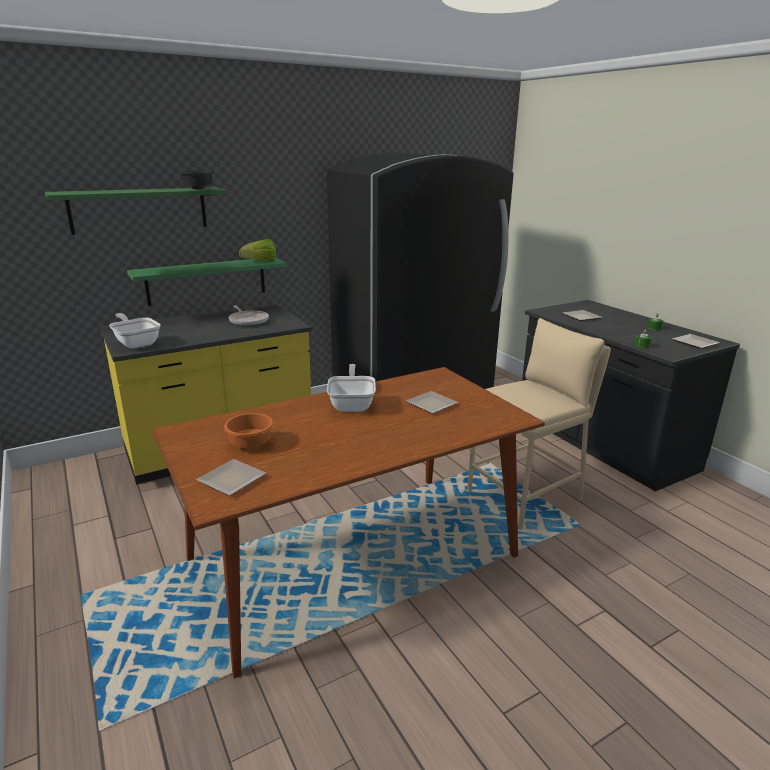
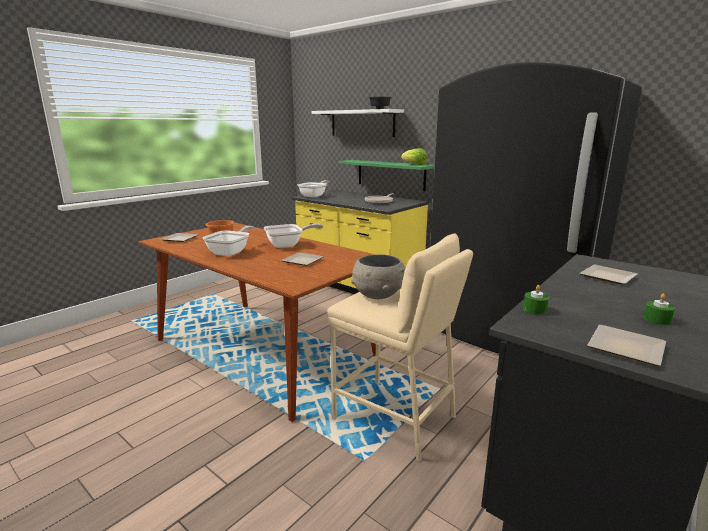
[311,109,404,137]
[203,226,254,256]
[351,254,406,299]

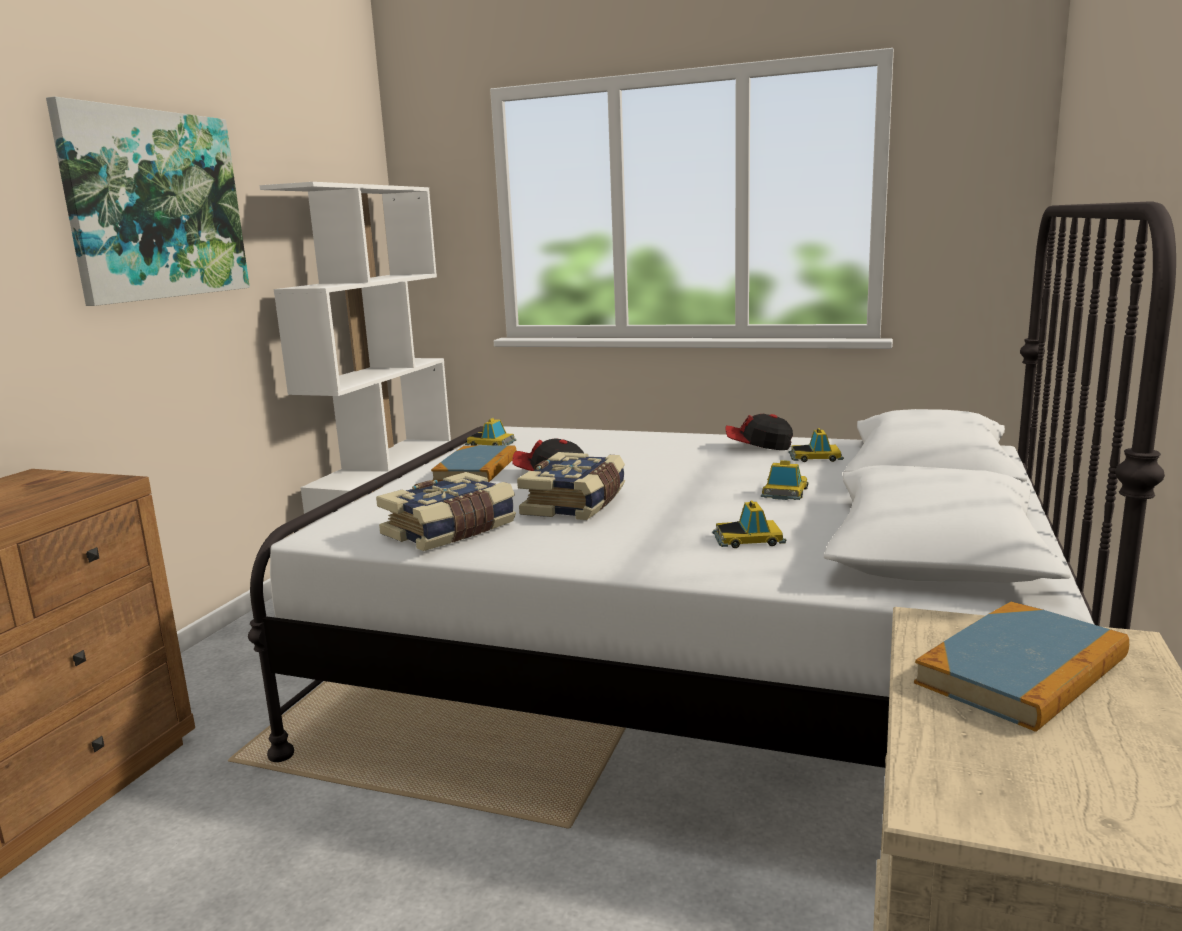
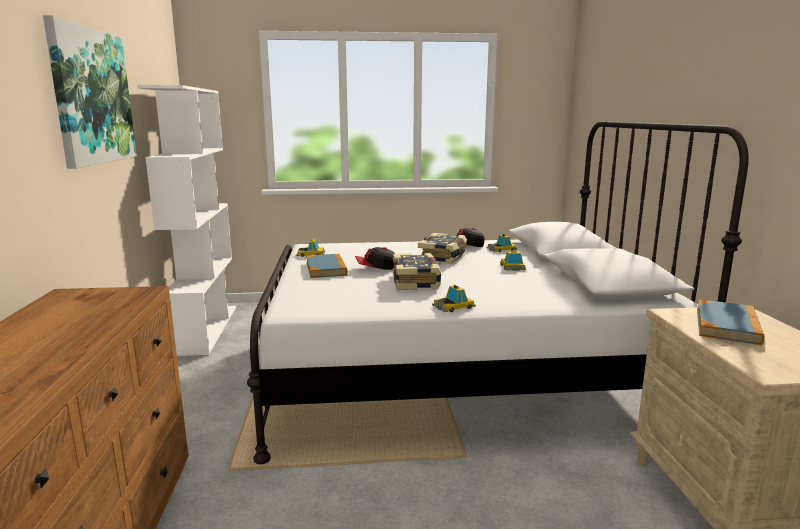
[418,233,467,264]
[432,285,476,312]

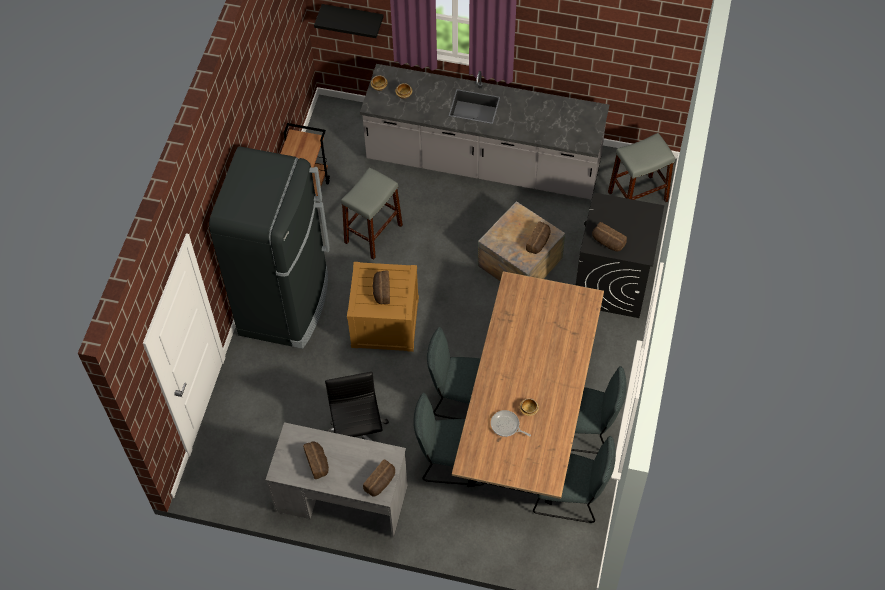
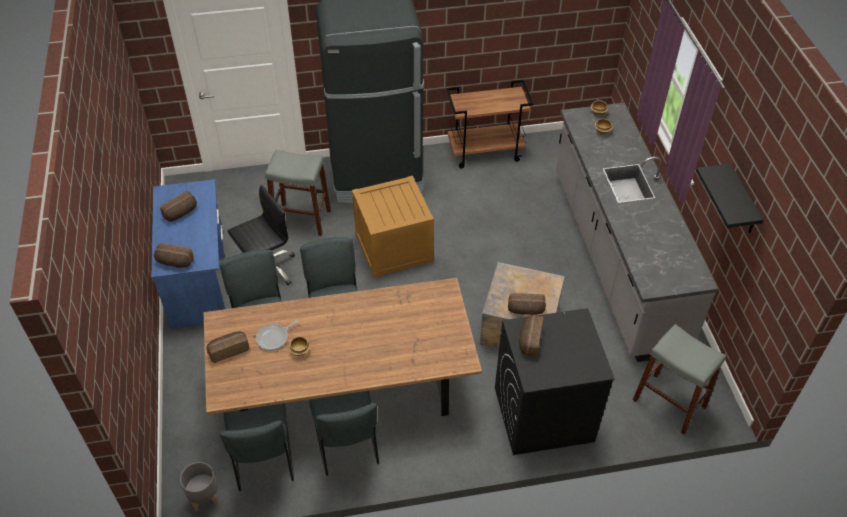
[151,179,225,329]
[696,164,764,233]
[265,150,331,236]
[207,331,249,363]
[256,320,299,351]
[180,462,219,512]

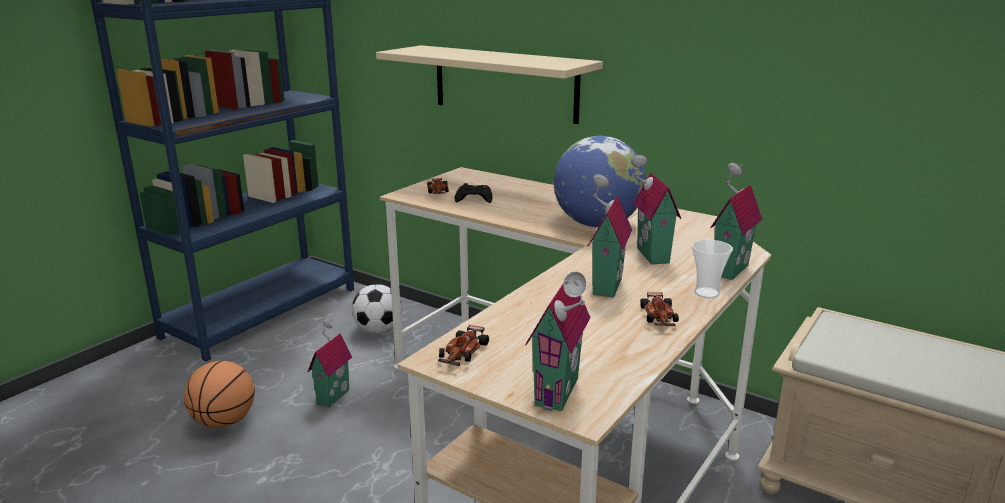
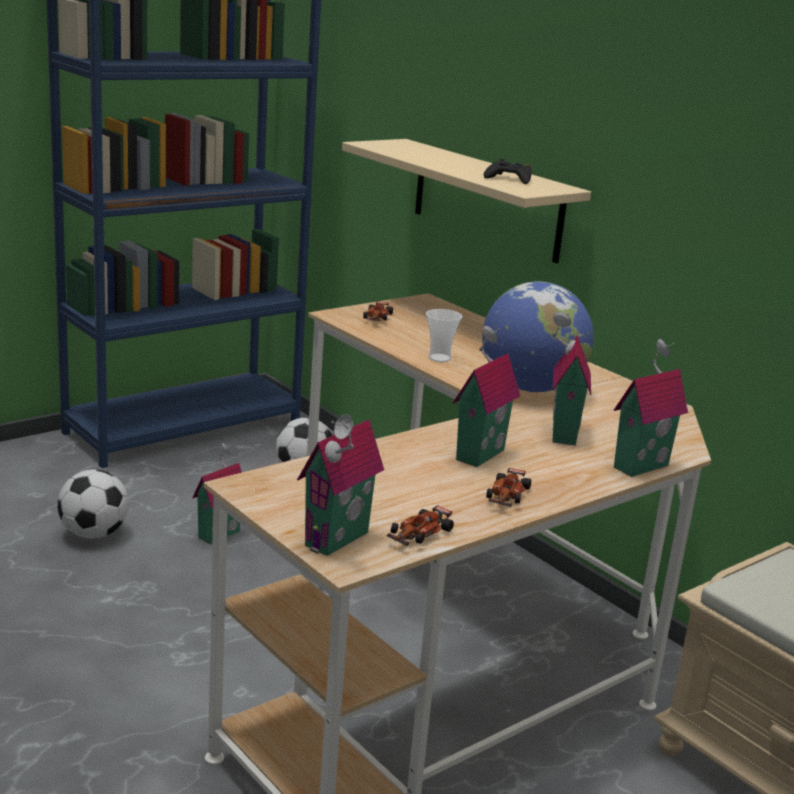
[57,469,129,539]
[386,505,454,546]
[483,159,532,184]
[426,309,462,362]

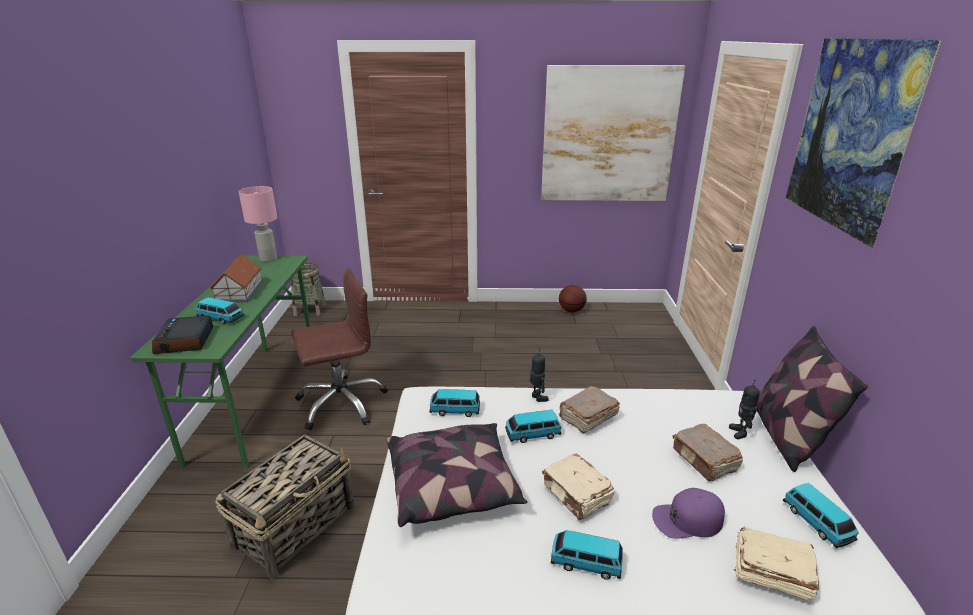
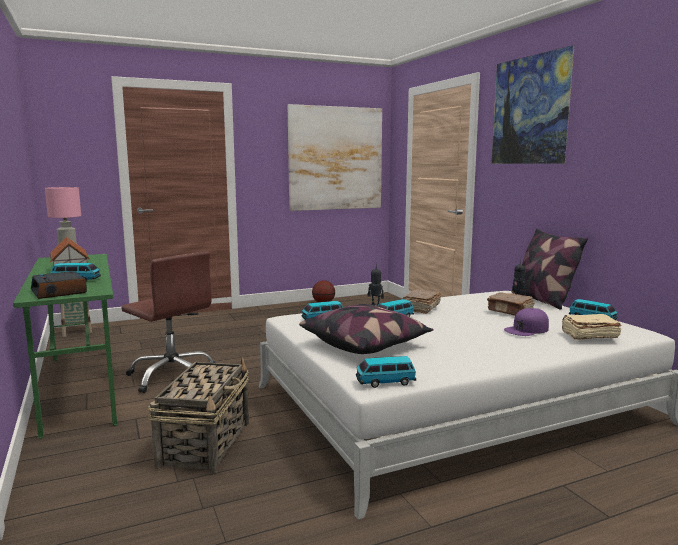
[121,251,216,393]
[542,454,614,520] (first image)
[356,356,416,388]

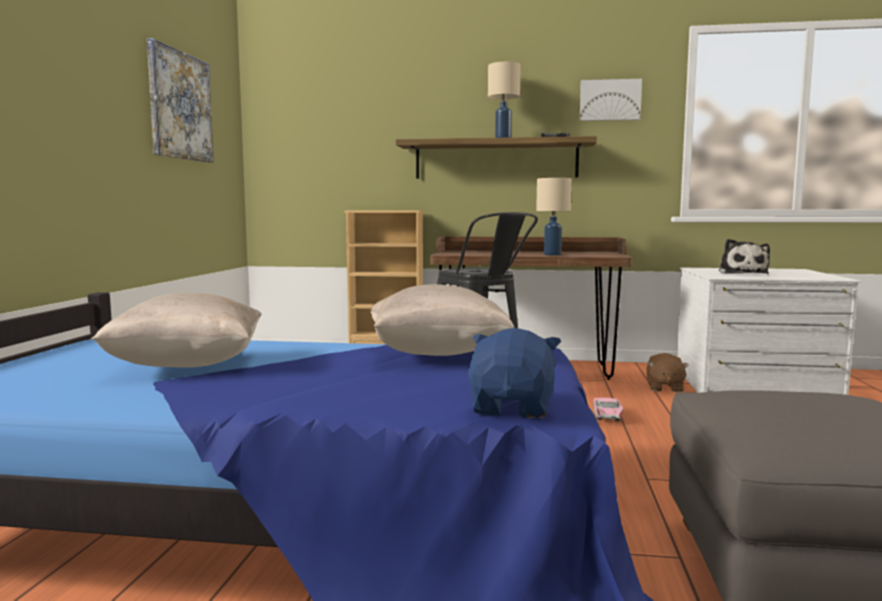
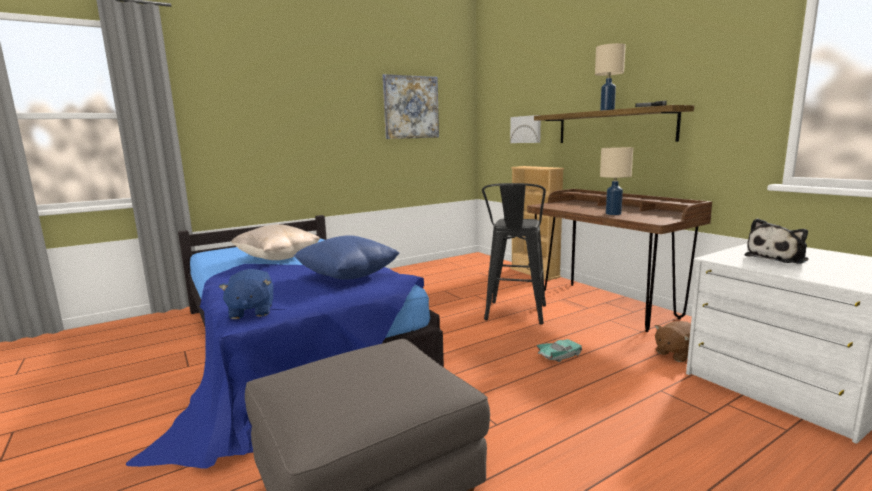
[293,235,399,279]
[219,269,273,319]
[510,115,541,143]
[536,339,582,362]

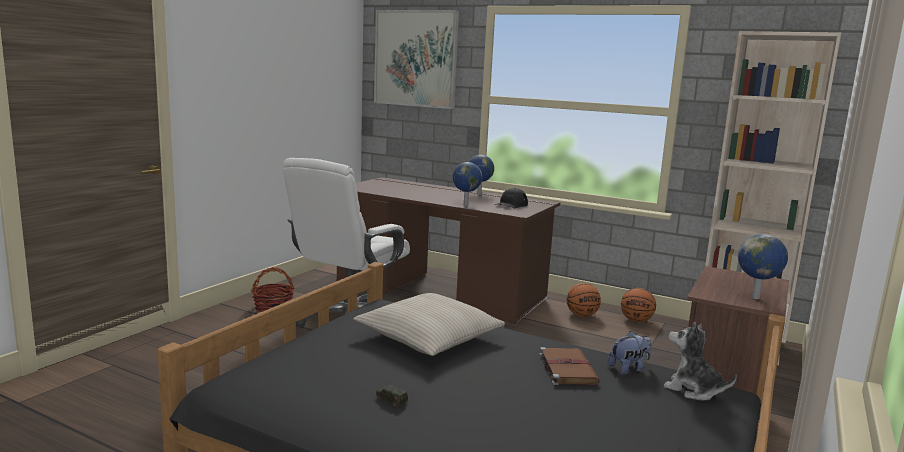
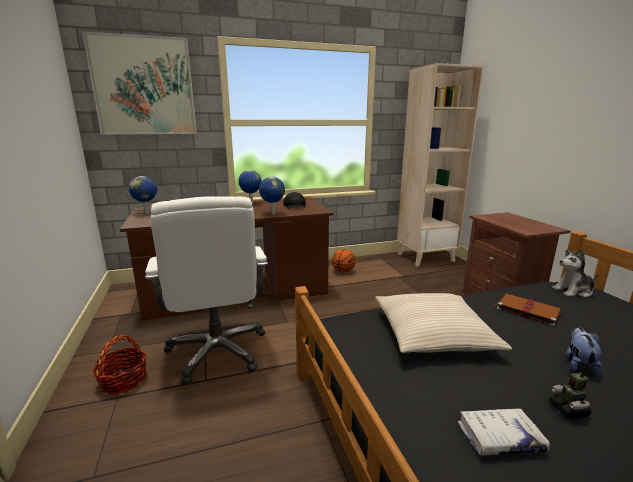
[549,367,592,419]
[566,328,602,376]
[621,288,656,322] (first image)
[129,176,157,214]
[458,408,550,456]

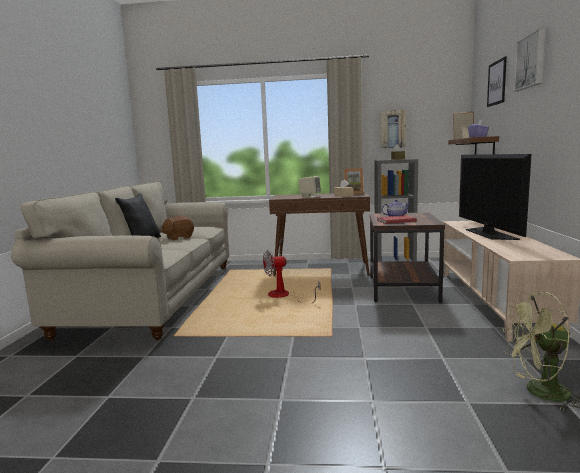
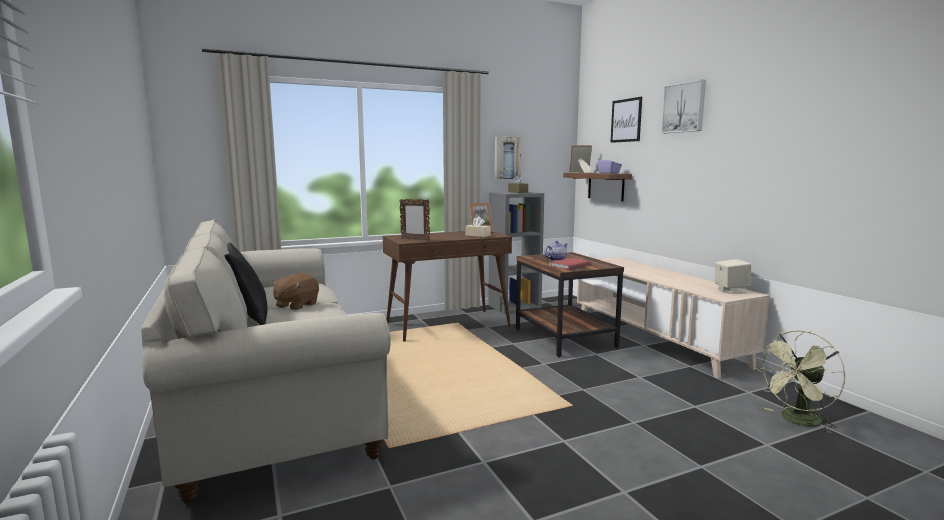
[263,250,321,303] (first image)
[715,259,751,293]
[459,154,532,240] (first image)
[399,199,430,241]

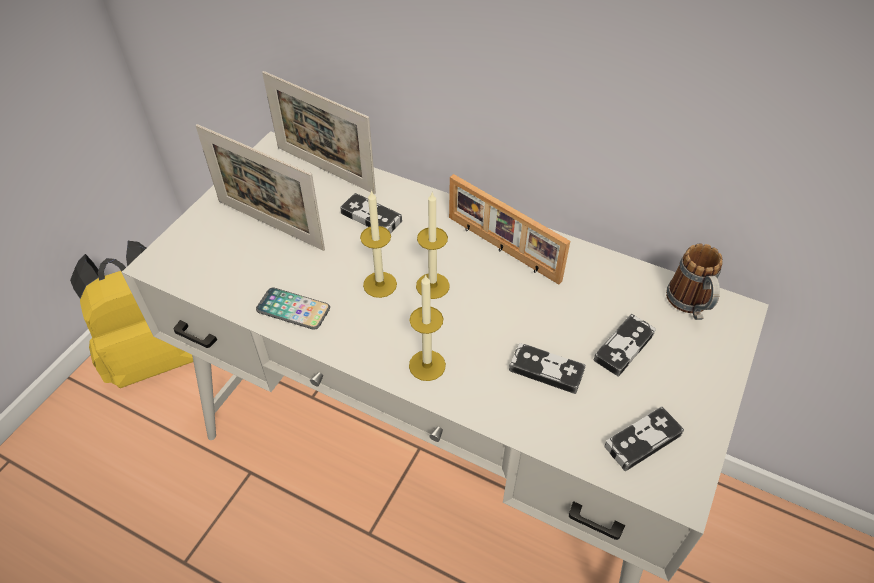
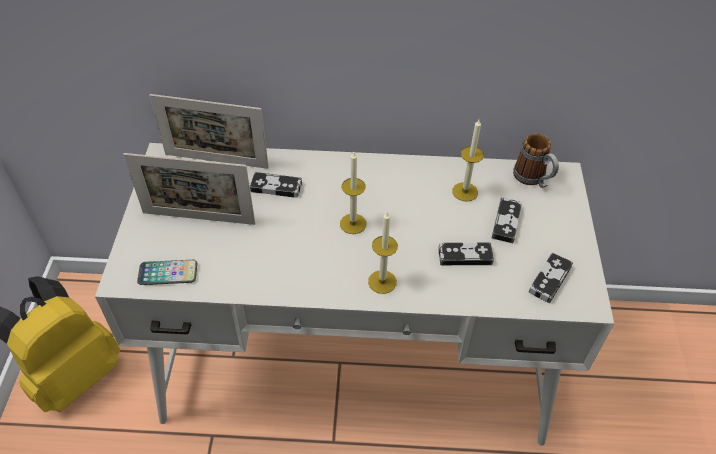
[137,260,197,285]
[452,120,484,202]
[449,174,570,284] (first image)

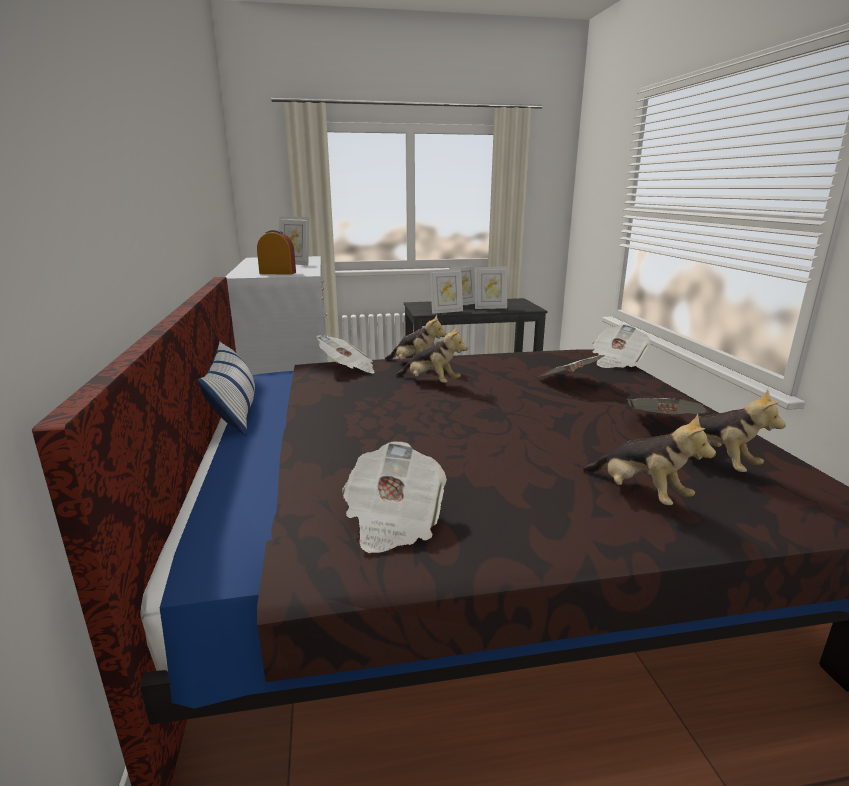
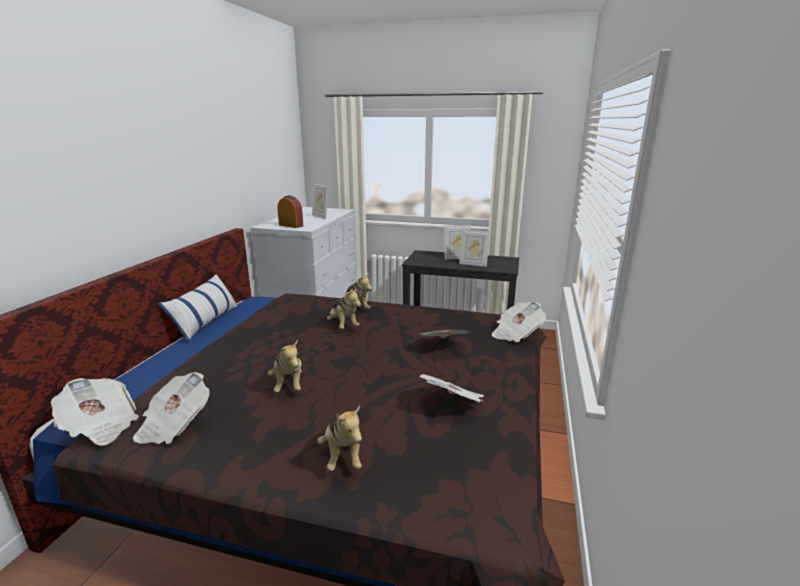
[50,378,139,446]
[430,268,463,314] (first image)
[268,340,302,392]

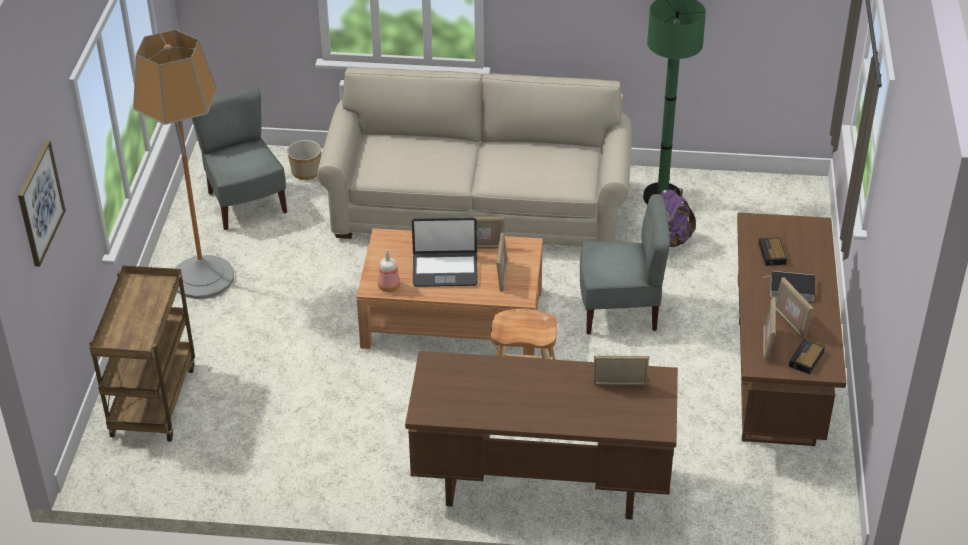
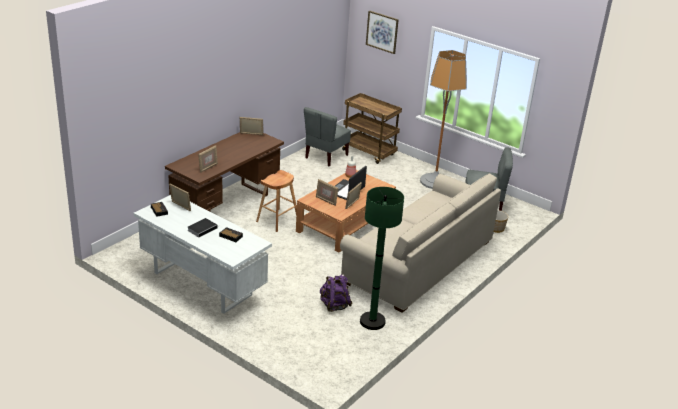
[304,107,351,166]
[134,195,272,314]
[240,117,263,135]

